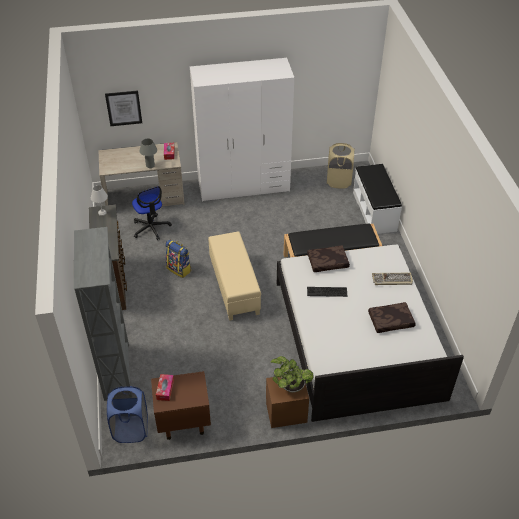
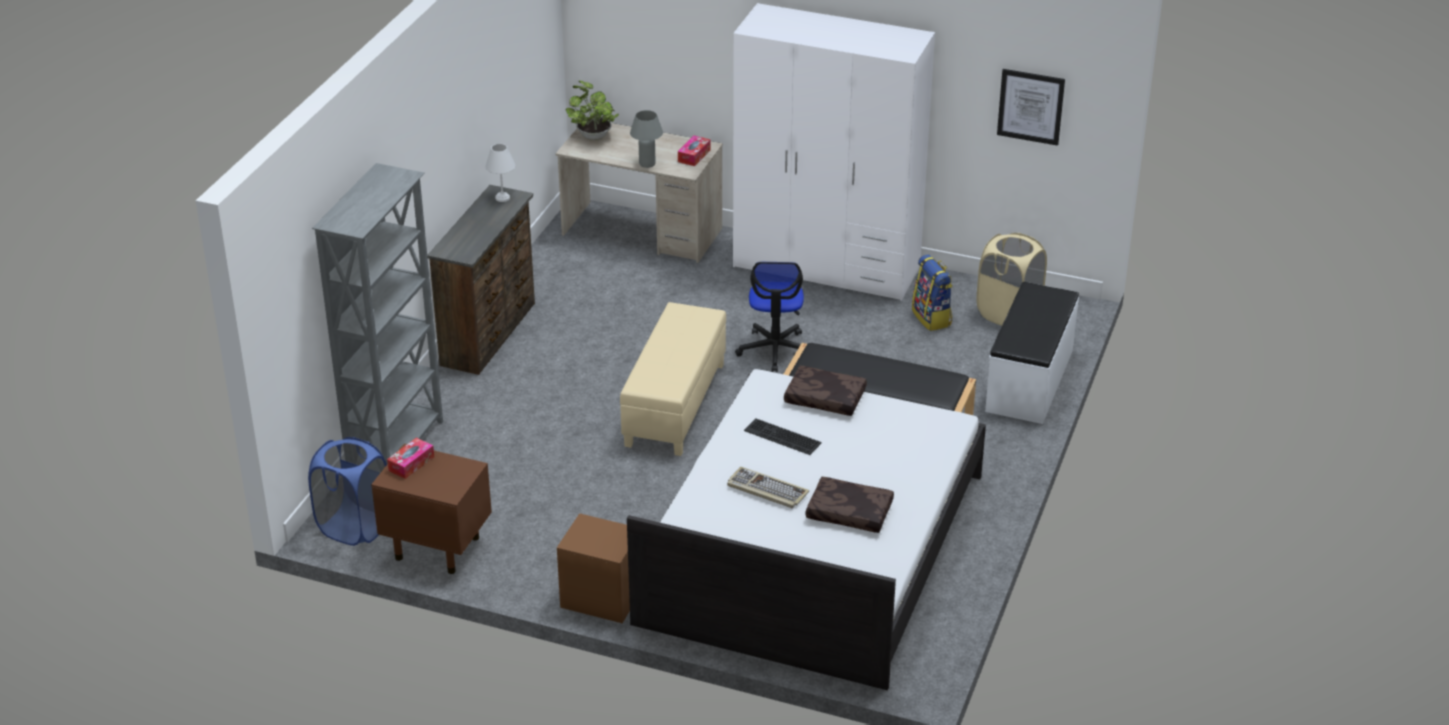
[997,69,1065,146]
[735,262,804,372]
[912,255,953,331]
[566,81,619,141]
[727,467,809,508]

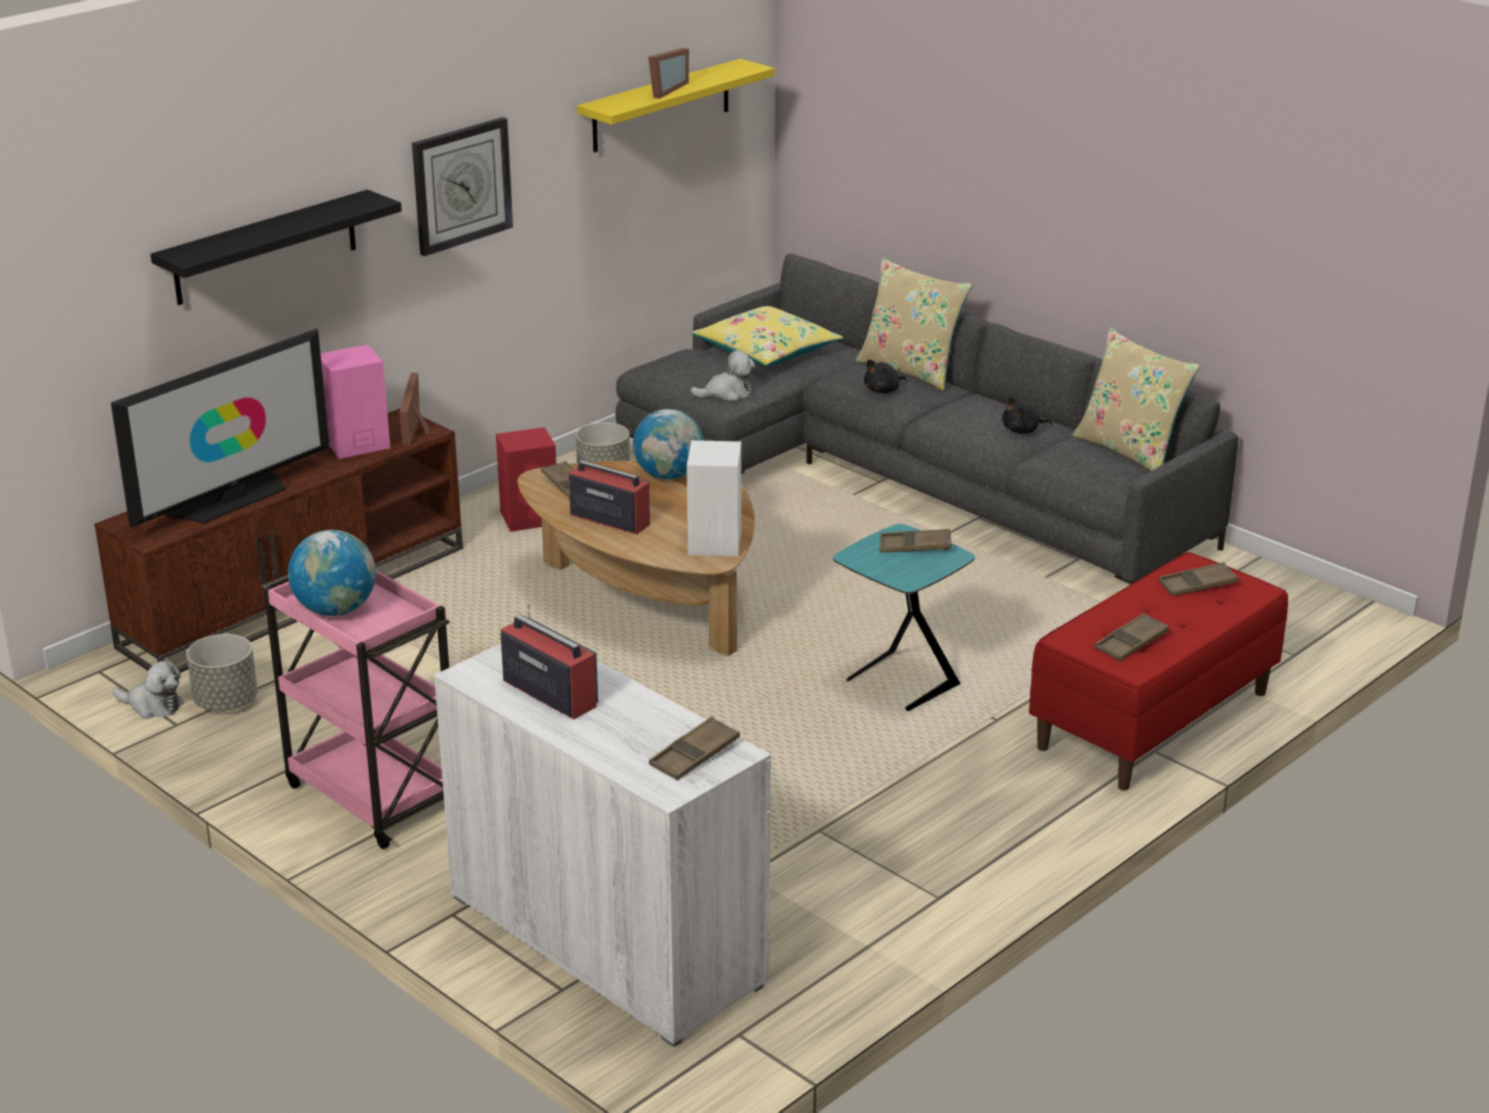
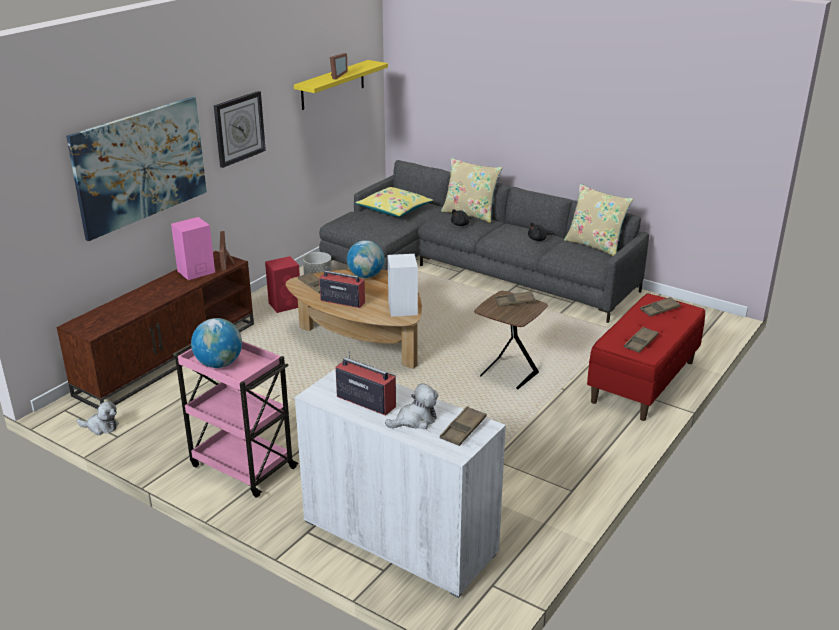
[111,329,330,528] (first image)
[66,97,207,241]
[187,634,258,711] (first image)
[385,383,439,429]
[474,291,548,389]

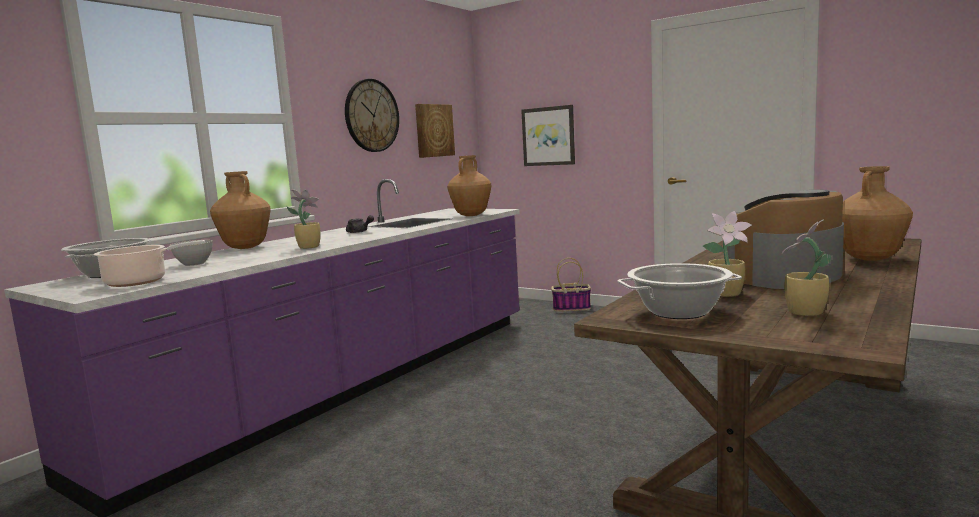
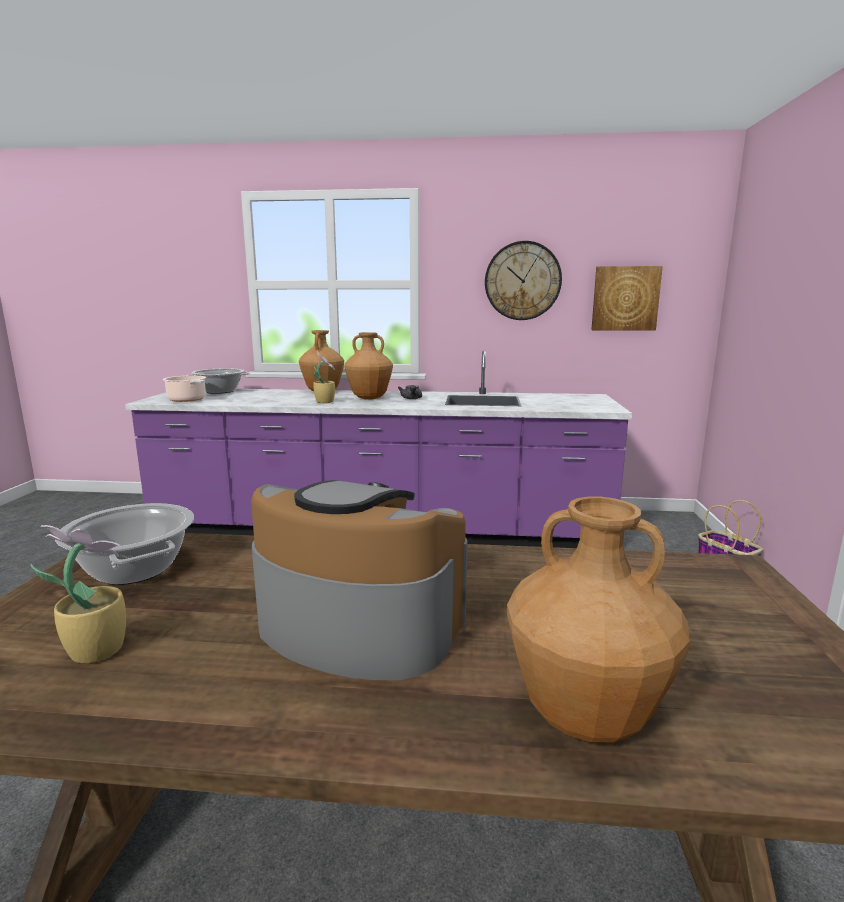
[170,240,213,266] (first image)
[344,332,393,400]
[521,105,575,166] (first image)
[703,211,752,297] (first image)

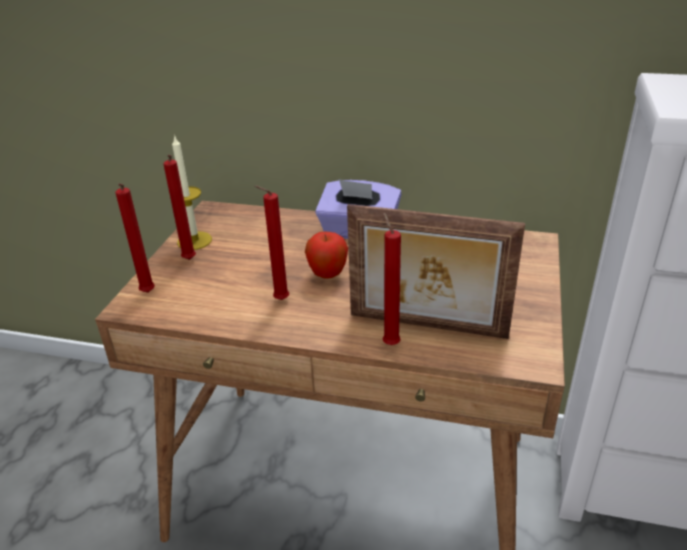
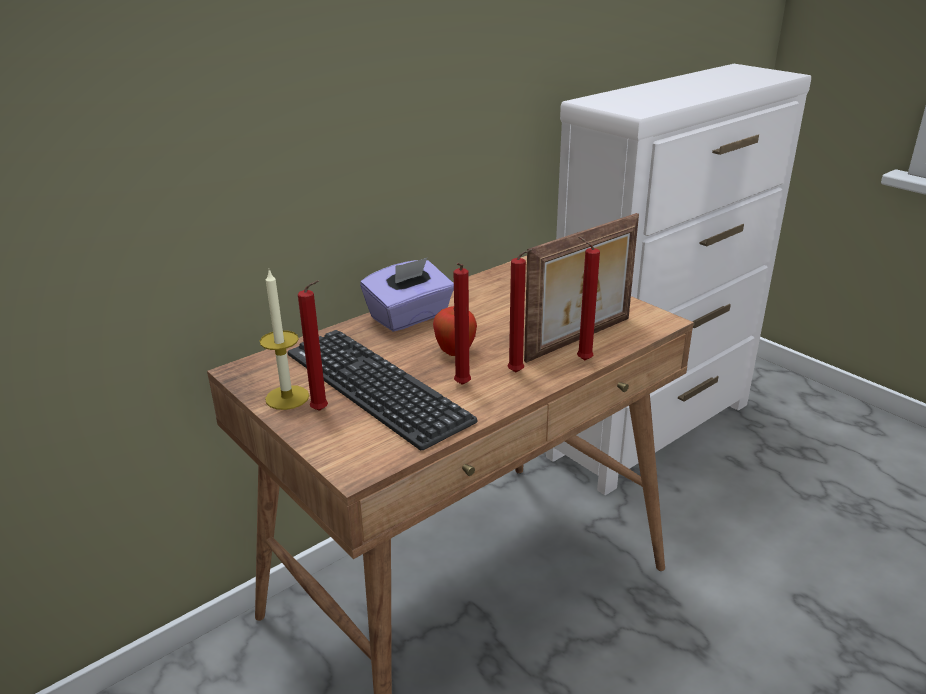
[507,249,534,372]
[288,330,478,450]

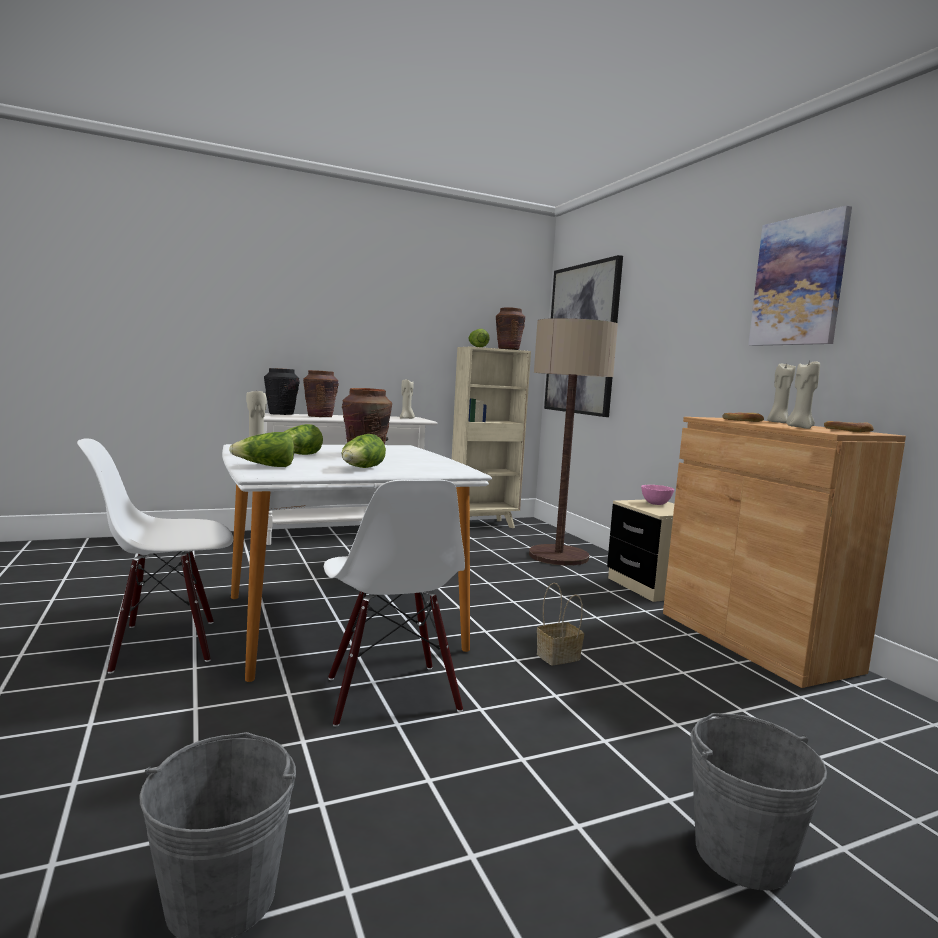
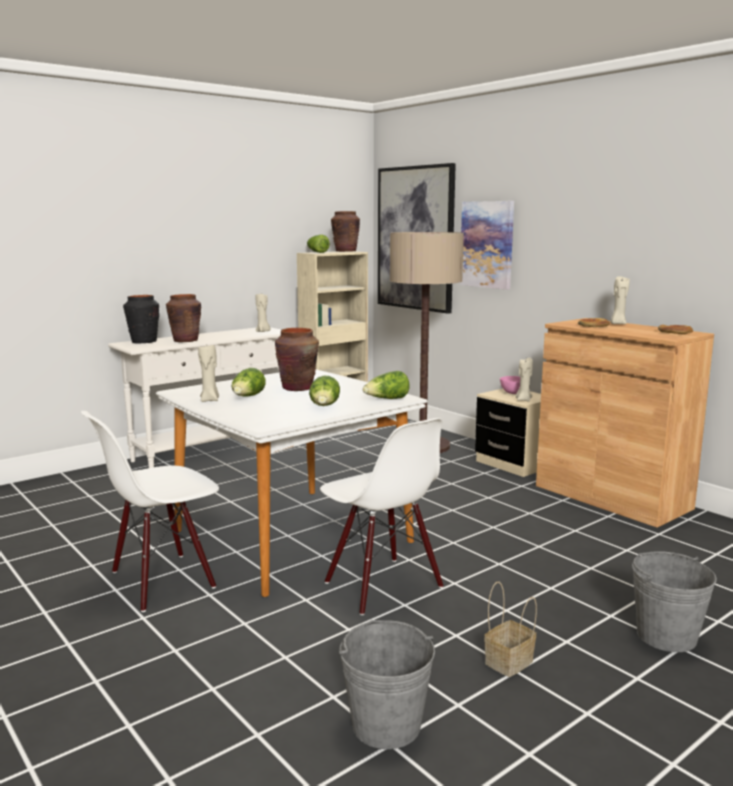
[363,371,410,399]
[484,582,537,677]
[460,201,514,290]
[515,358,533,401]

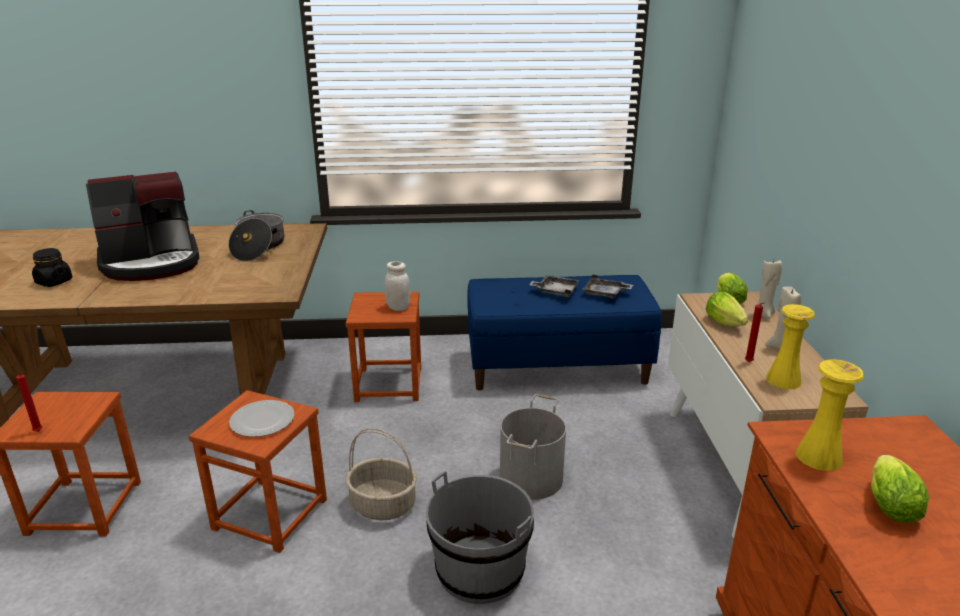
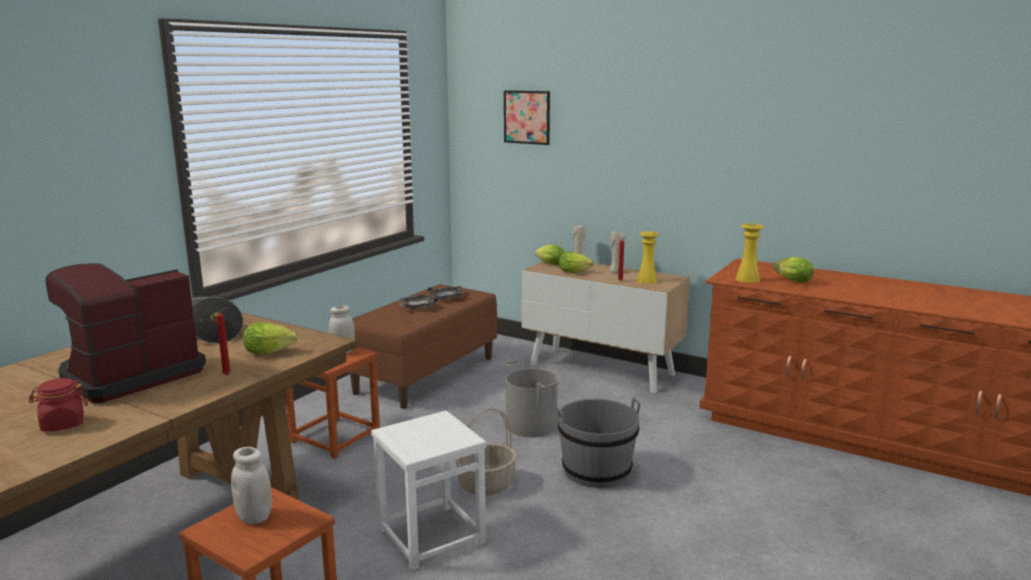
[216,307,231,375]
[28,378,88,432]
[46,263,206,403]
[371,411,487,570]
[229,400,295,437] (first image)
[349,284,497,409]
[231,447,272,524]
[243,323,298,354]
[504,90,550,145]

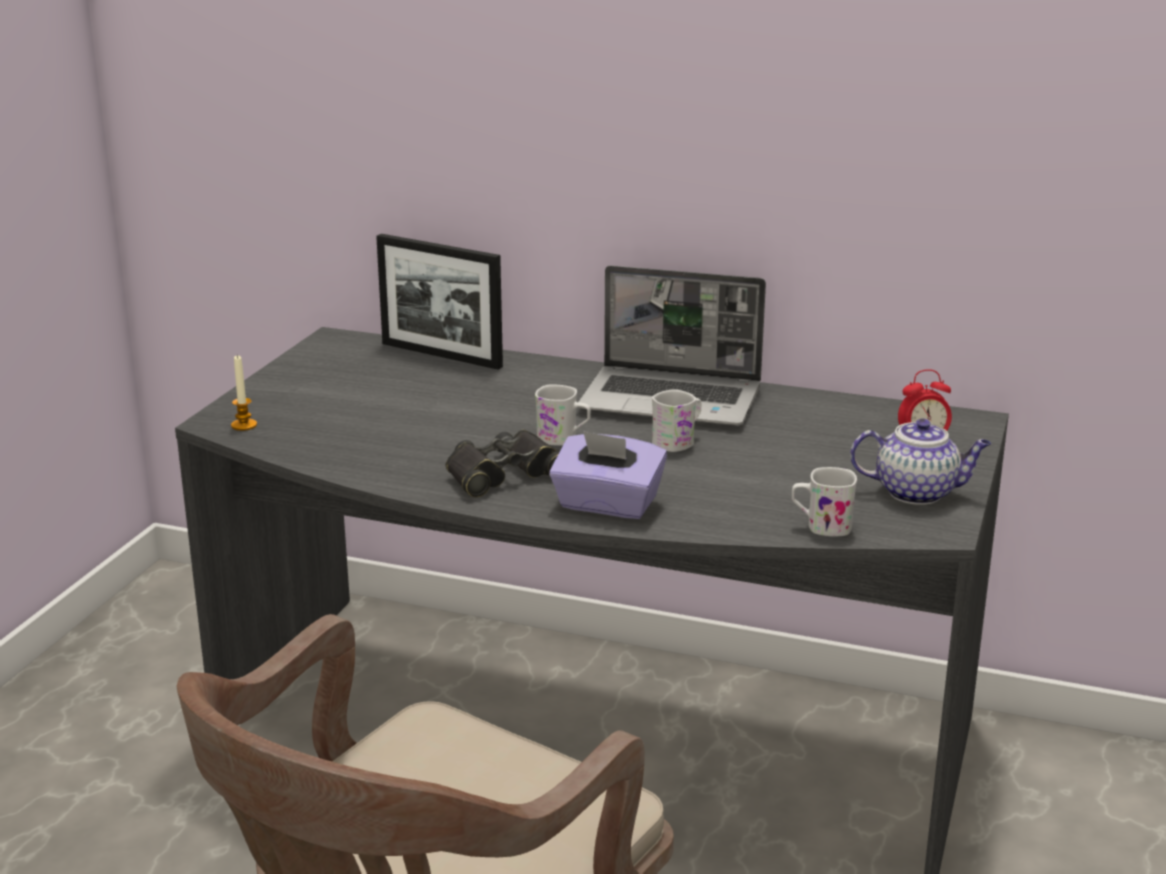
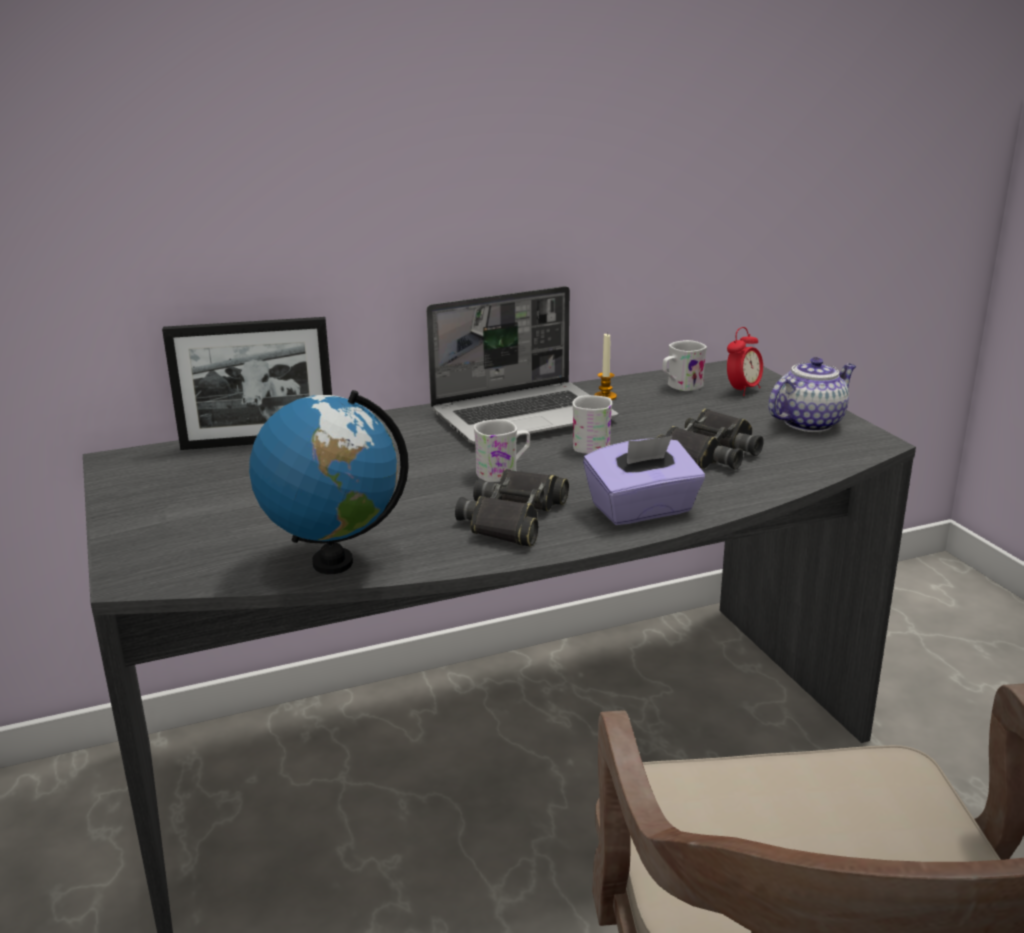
[594,334,617,400]
[663,340,707,391]
[249,390,409,574]
[657,409,764,470]

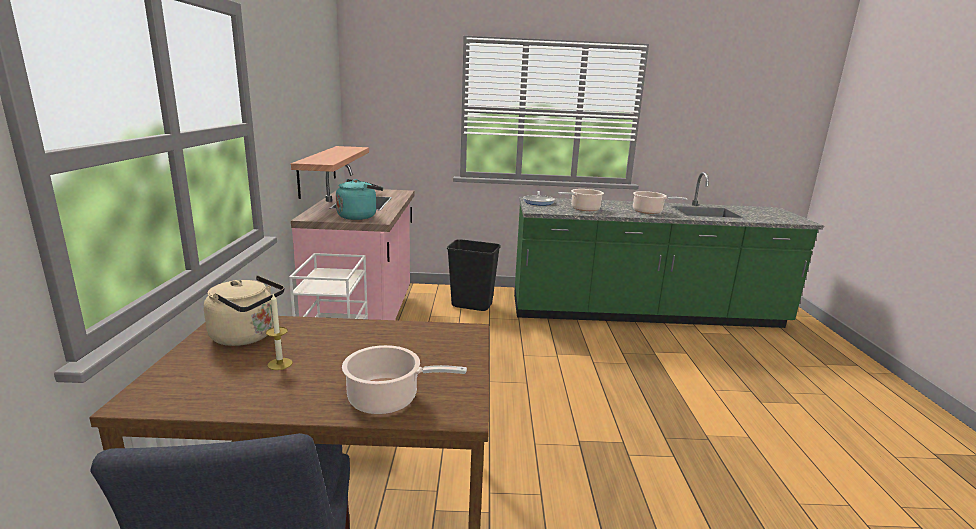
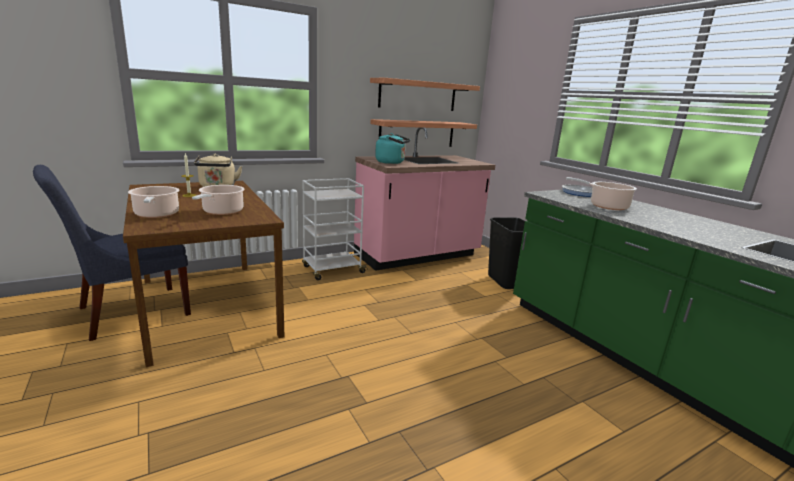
[192,185,245,215]
[370,78,480,111]

